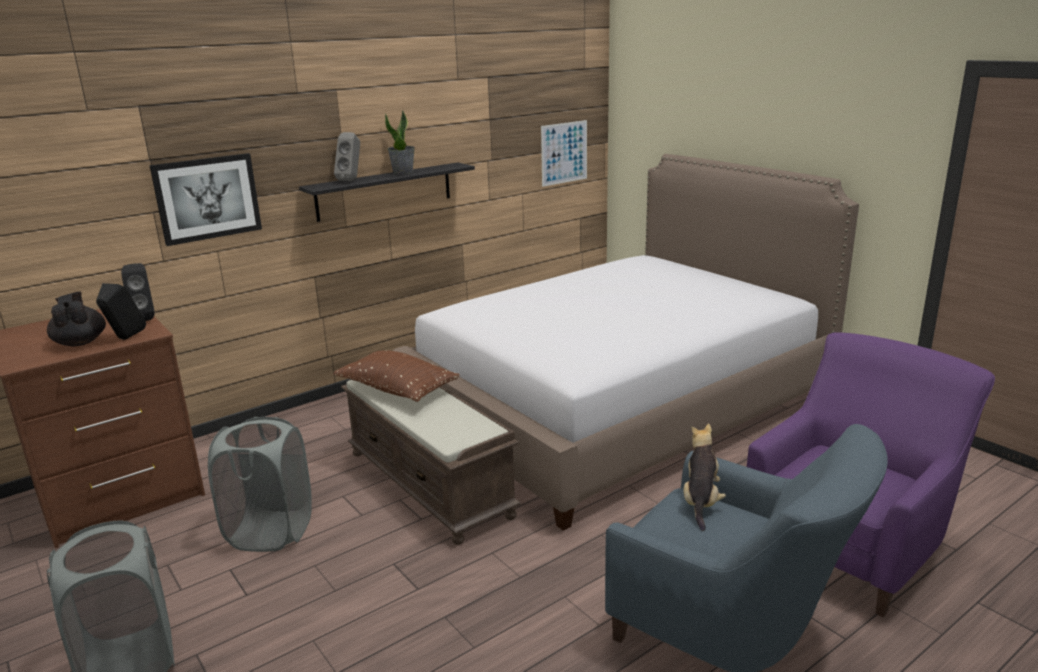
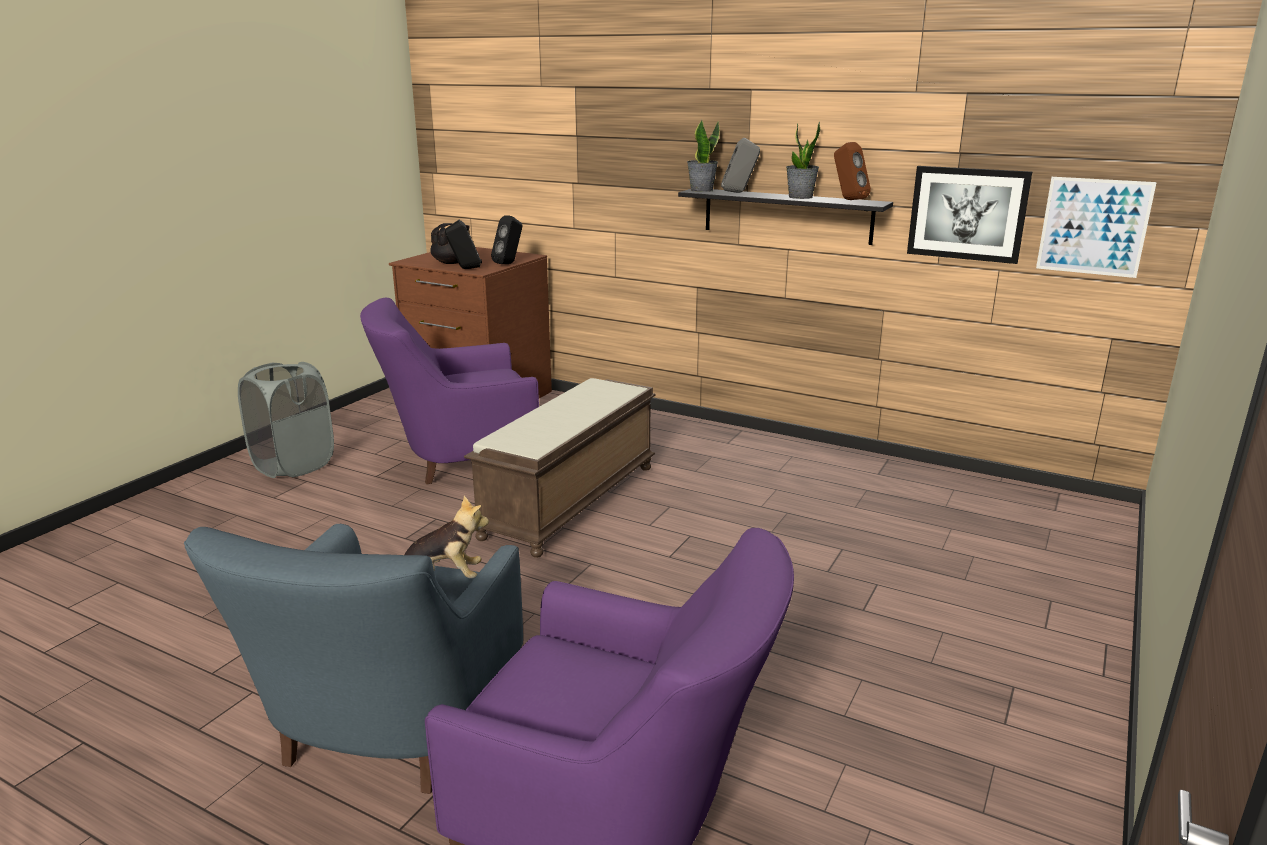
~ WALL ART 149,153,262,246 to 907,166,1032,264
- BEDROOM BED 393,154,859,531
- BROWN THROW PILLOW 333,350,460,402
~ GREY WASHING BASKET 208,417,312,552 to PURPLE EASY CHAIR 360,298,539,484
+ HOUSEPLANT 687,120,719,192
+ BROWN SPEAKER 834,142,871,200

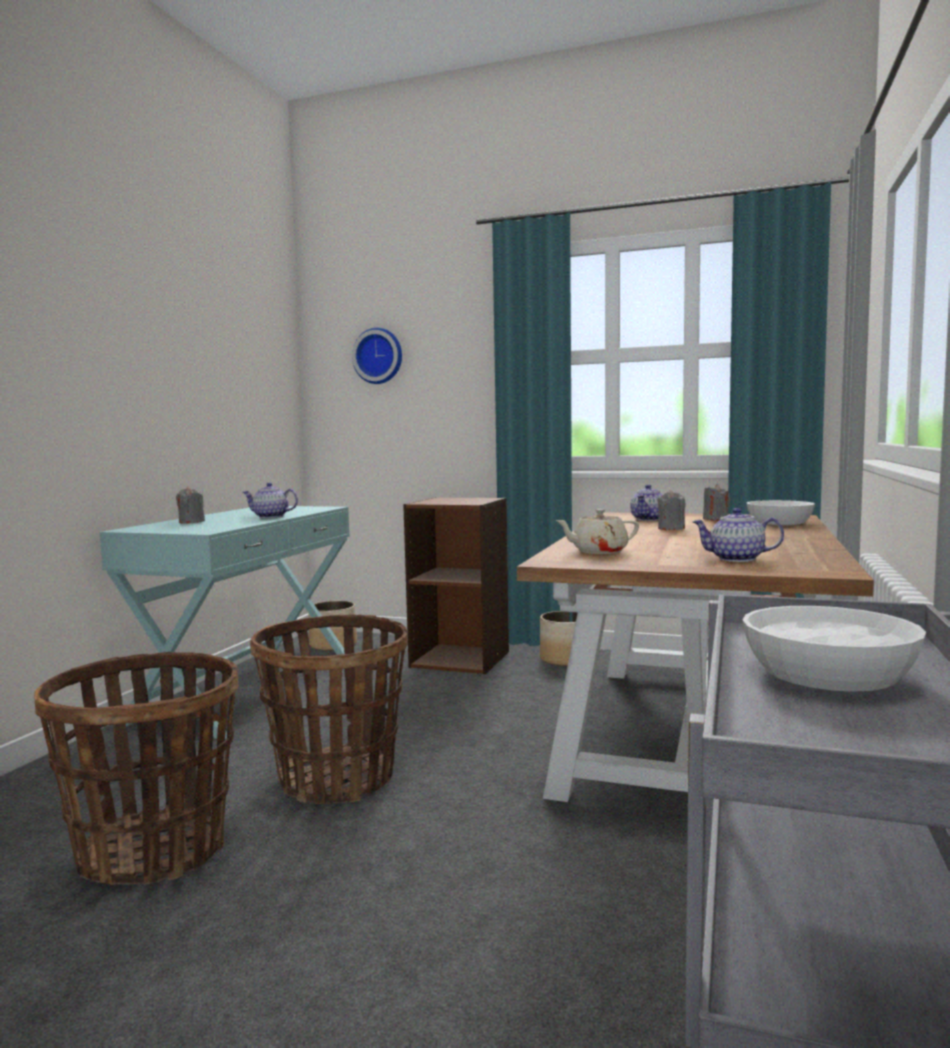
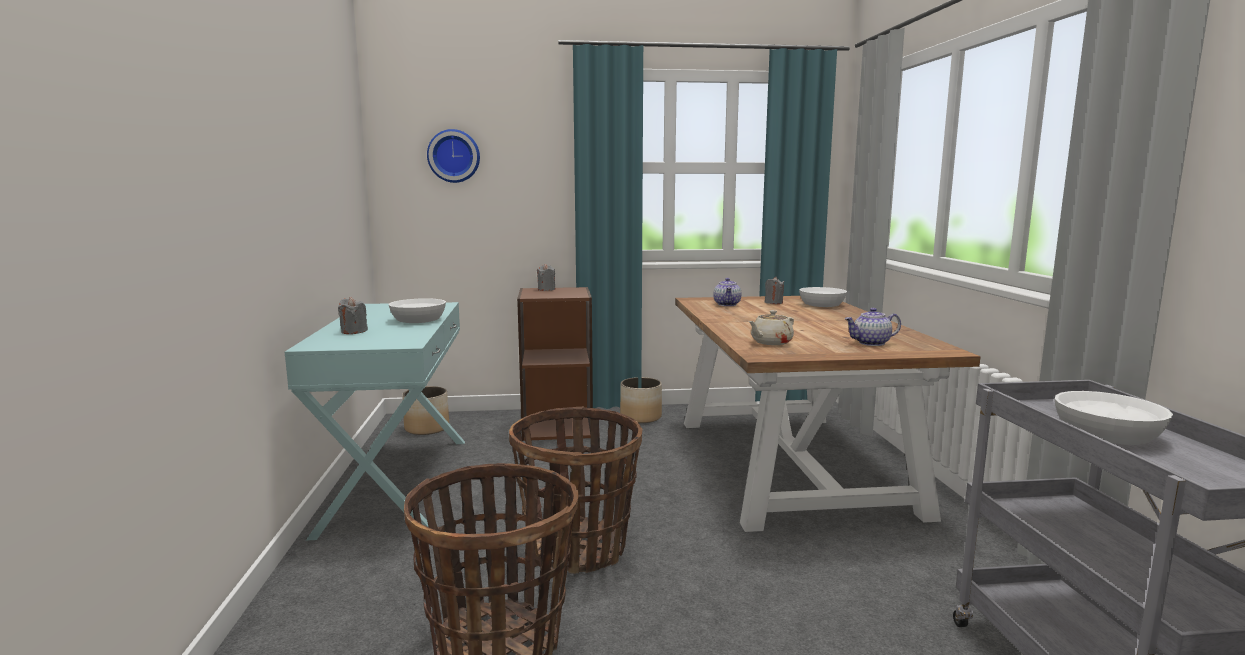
~ TEAPOT 243,483,298,518 to WHITE-COLOURED BOWL 389,298,446,323
~ GREY WAX CANDLE 658,490,686,530 to 537,264,555,291

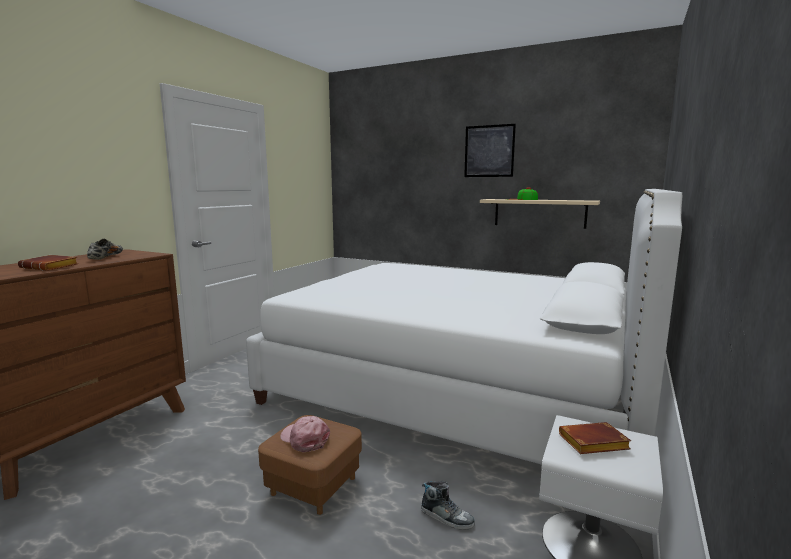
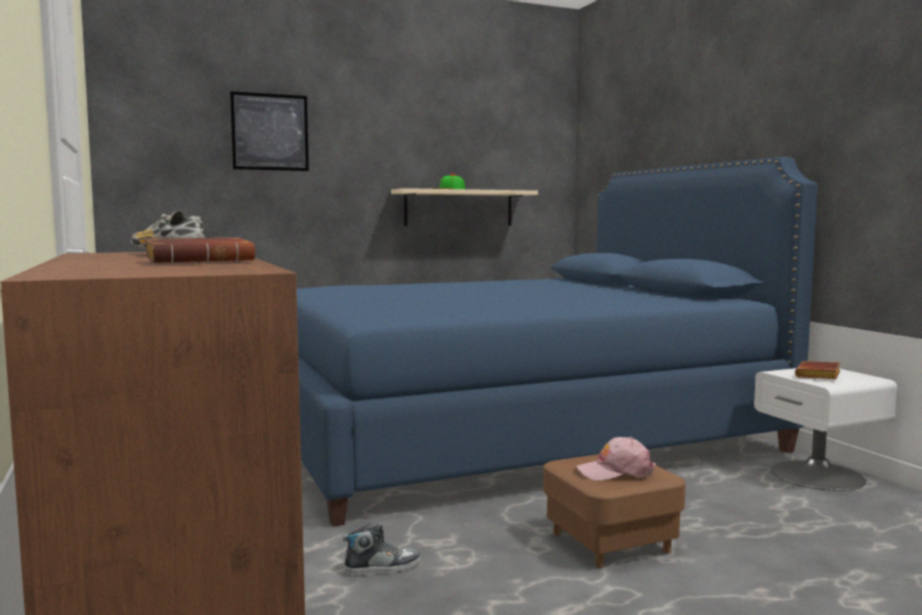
~ WALL ART 464,124,516,177 to 230,91,309,171
~ WHITE-COLOURED BEDROOM BED 246,189,682,465 to BLUE BEDROOM BED 296,157,818,527
~ LOW SHOE 421,481,475,530 to 343,522,421,577

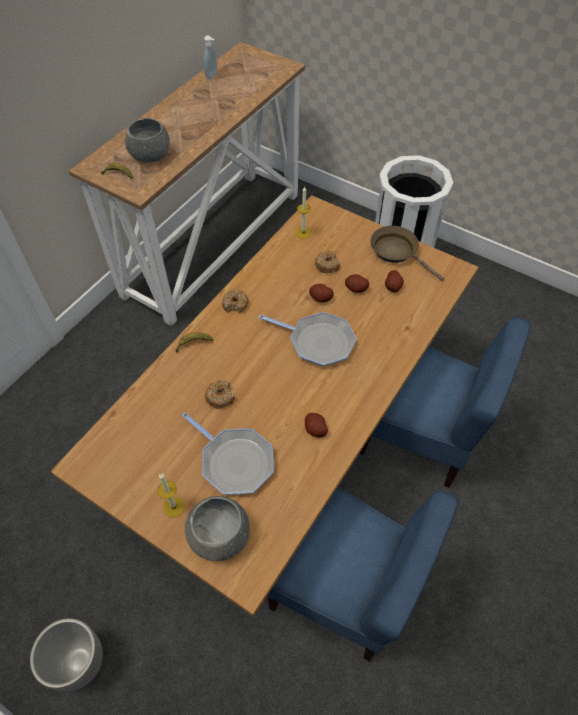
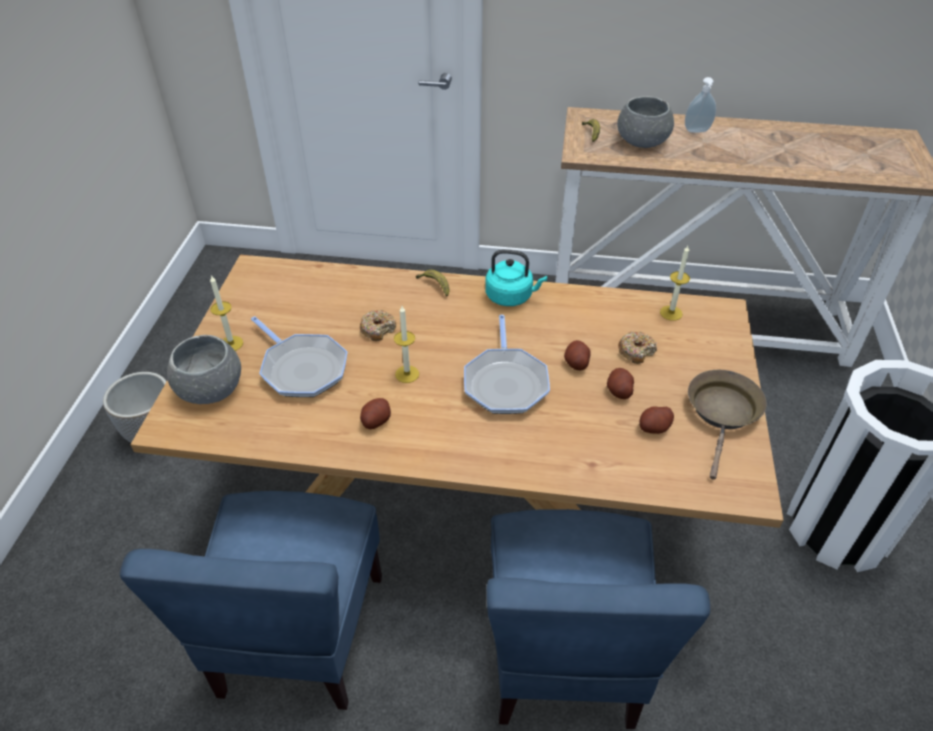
~ SOAP DISPENSER 203,36,217,79 to 685,77,716,133
~ RING DOUGHNUT 222,289,249,313 to BLUE-GREEN WATER KETTLE 485,249,547,306
~ PAN 182,412,273,495 = 251,316,348,397 60 degrees counterclockwise
+ WAX CANDLE 394,306,419,383

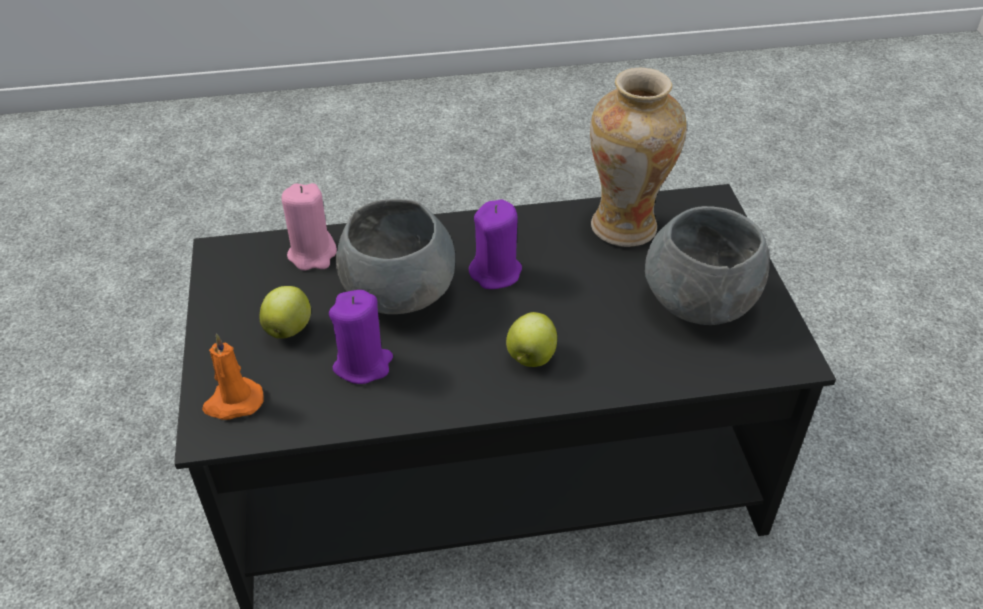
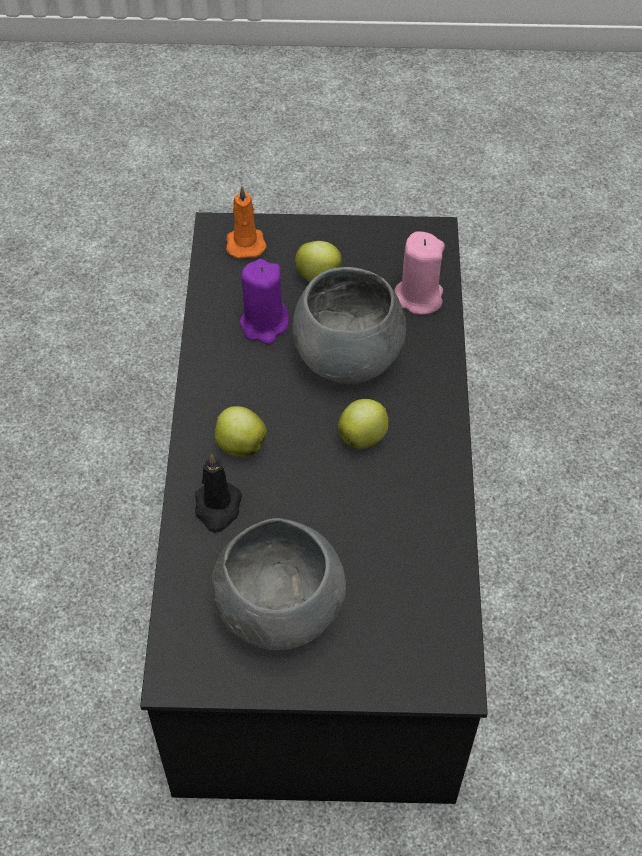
- DECORATIVE VASE 590,68,687,247
~ PURPLE WAX CANDLE 469,199,522,289 to APPLE 337,399,389,449
+ BLACKISH WAX CANDLE 195,454,242,533

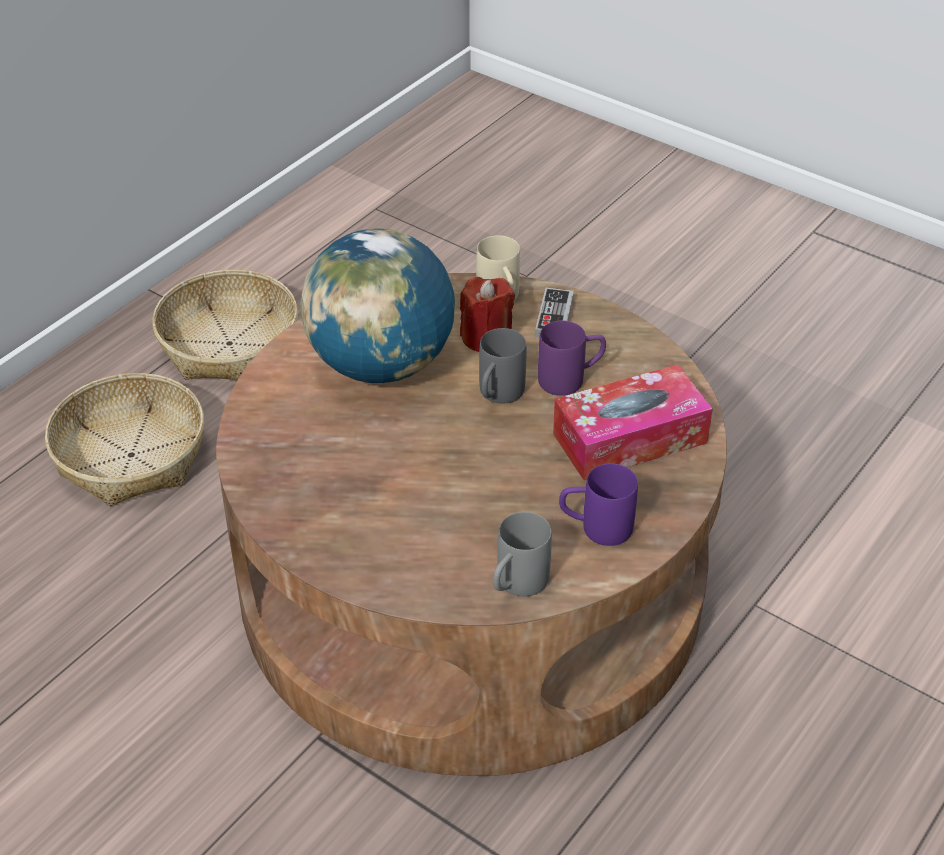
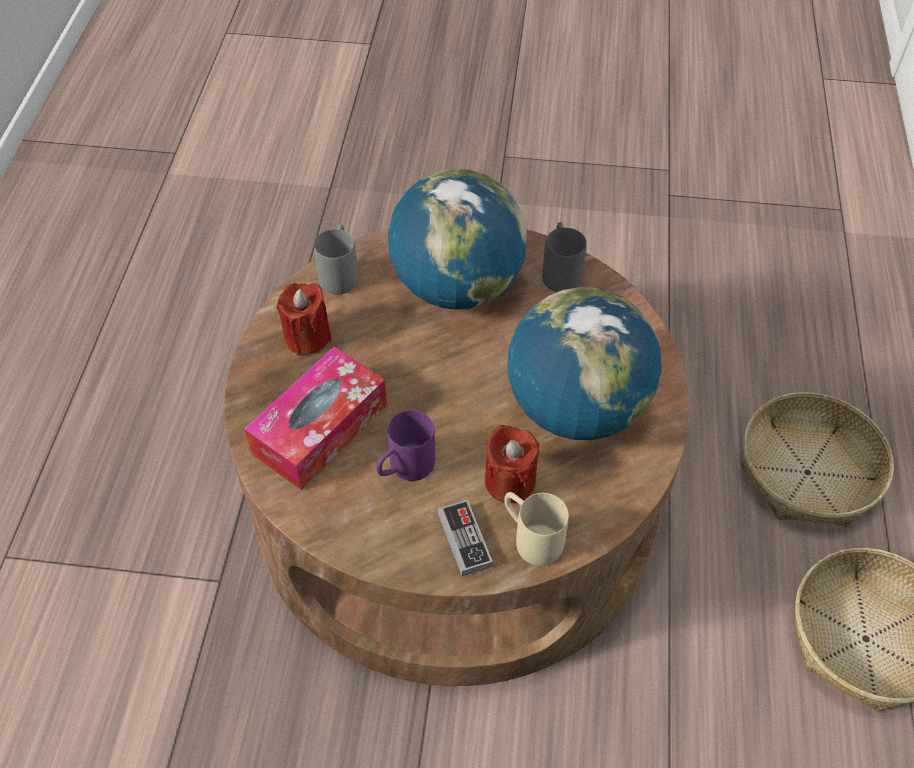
~ GREY COFFEE MUG 479,328,526,404 to 542,222,587,292
~ PURPLE COFFEE MUG 559,463,638,546 to REDDISH WAX CANDLE 277,283,332,356
+ WORLD GLOBE 388,169,527,310

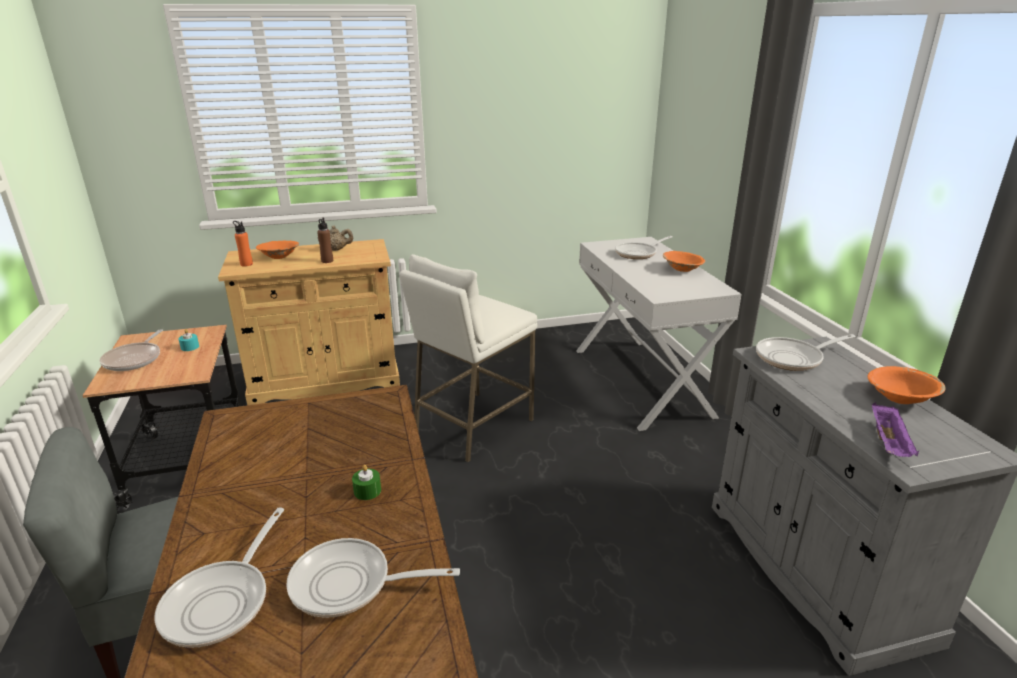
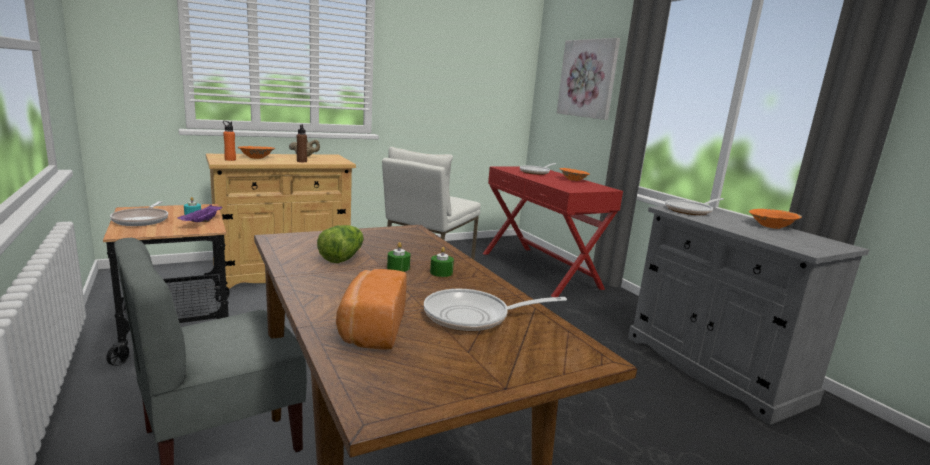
~ WHITE-COLOURED NARROW TABLE 576,237,742,431 to REDDISH NARROW TABLE 483,166,623,297
~ PURPLE SERVING TRAY 872,403,919,457 to 177,204,223,222
~ PAN 154,507,284,648 to BAKERY BREAD 336,269,406,350
+ WALL ART 557,38,620,120
+ HEAD OF LETTUCE 317,225,364,263
+ GREEN-COLOURED WAX CANDLE 387,242,410,272

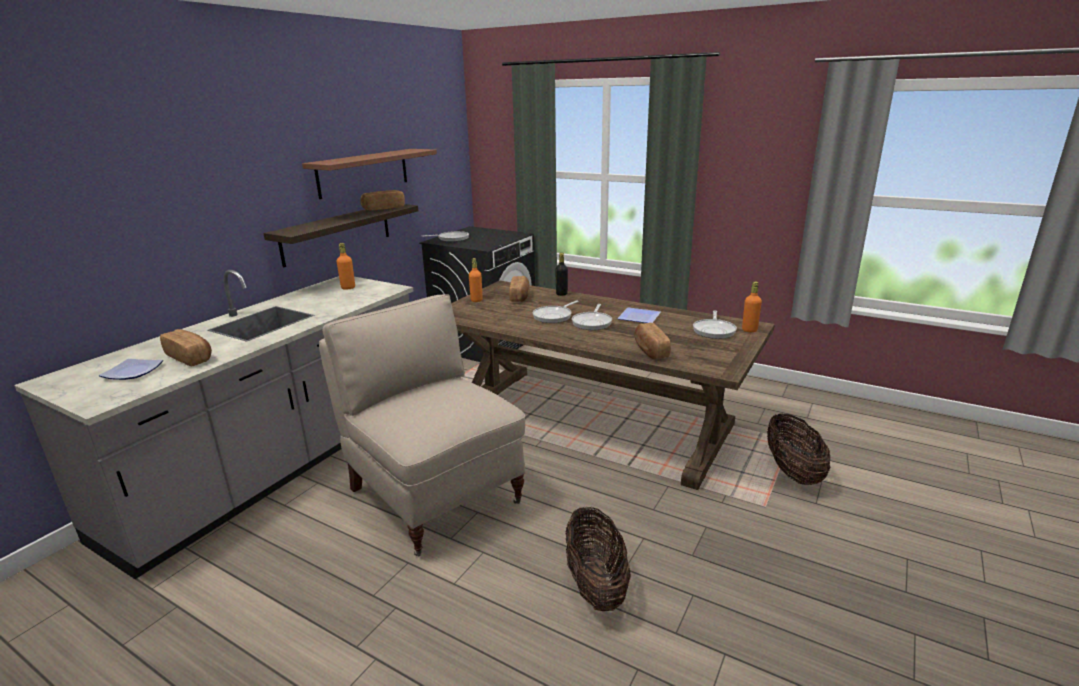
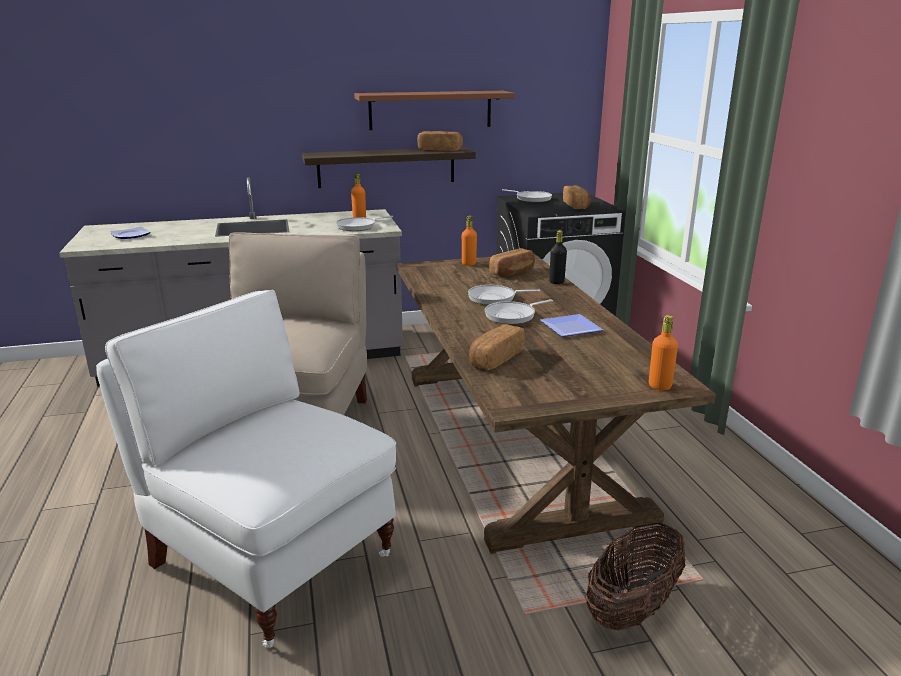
~ PAN 693,310,737,339 to 336,216,393,231
~ BAKERY BREAD 160,329,212,366 to 563,185,591,209
~ STORAGE BASKET 565,506,631,611 to WHITE-COLOURED CHAIR 96,290,396,648

